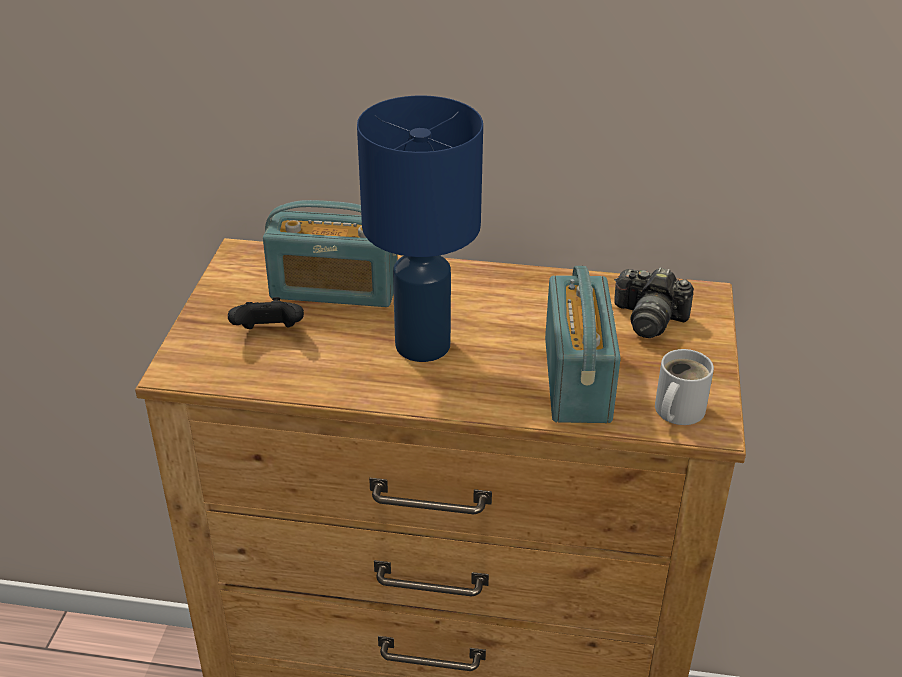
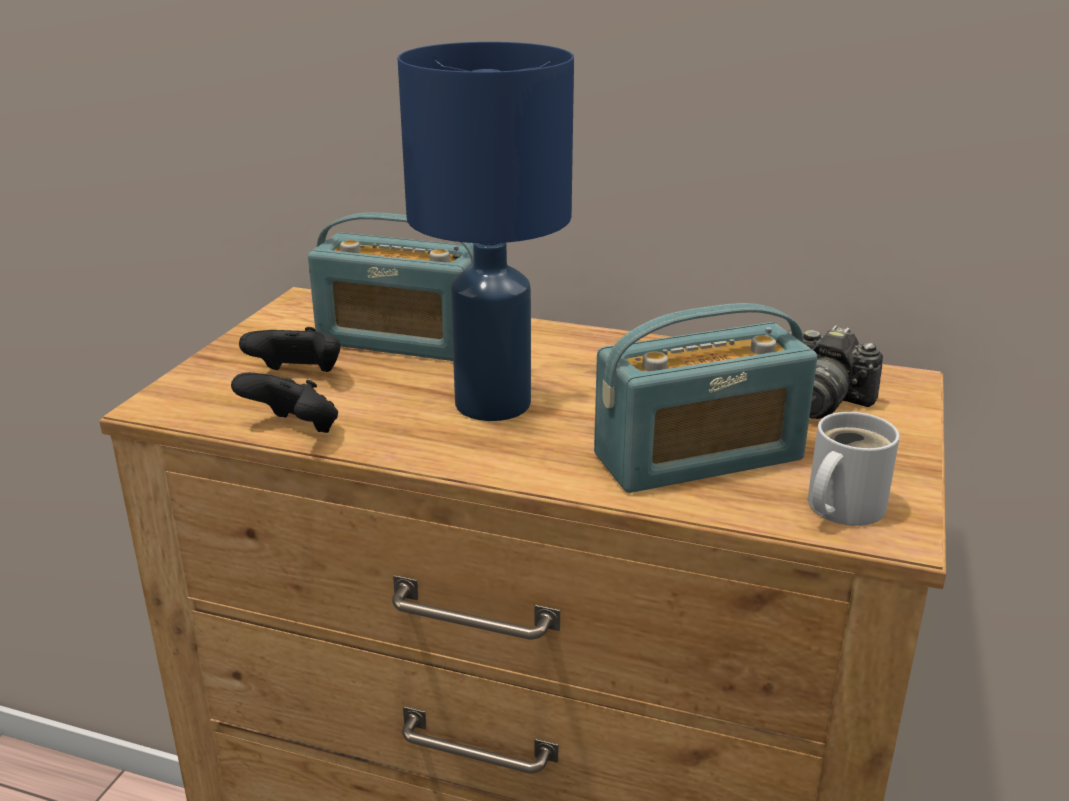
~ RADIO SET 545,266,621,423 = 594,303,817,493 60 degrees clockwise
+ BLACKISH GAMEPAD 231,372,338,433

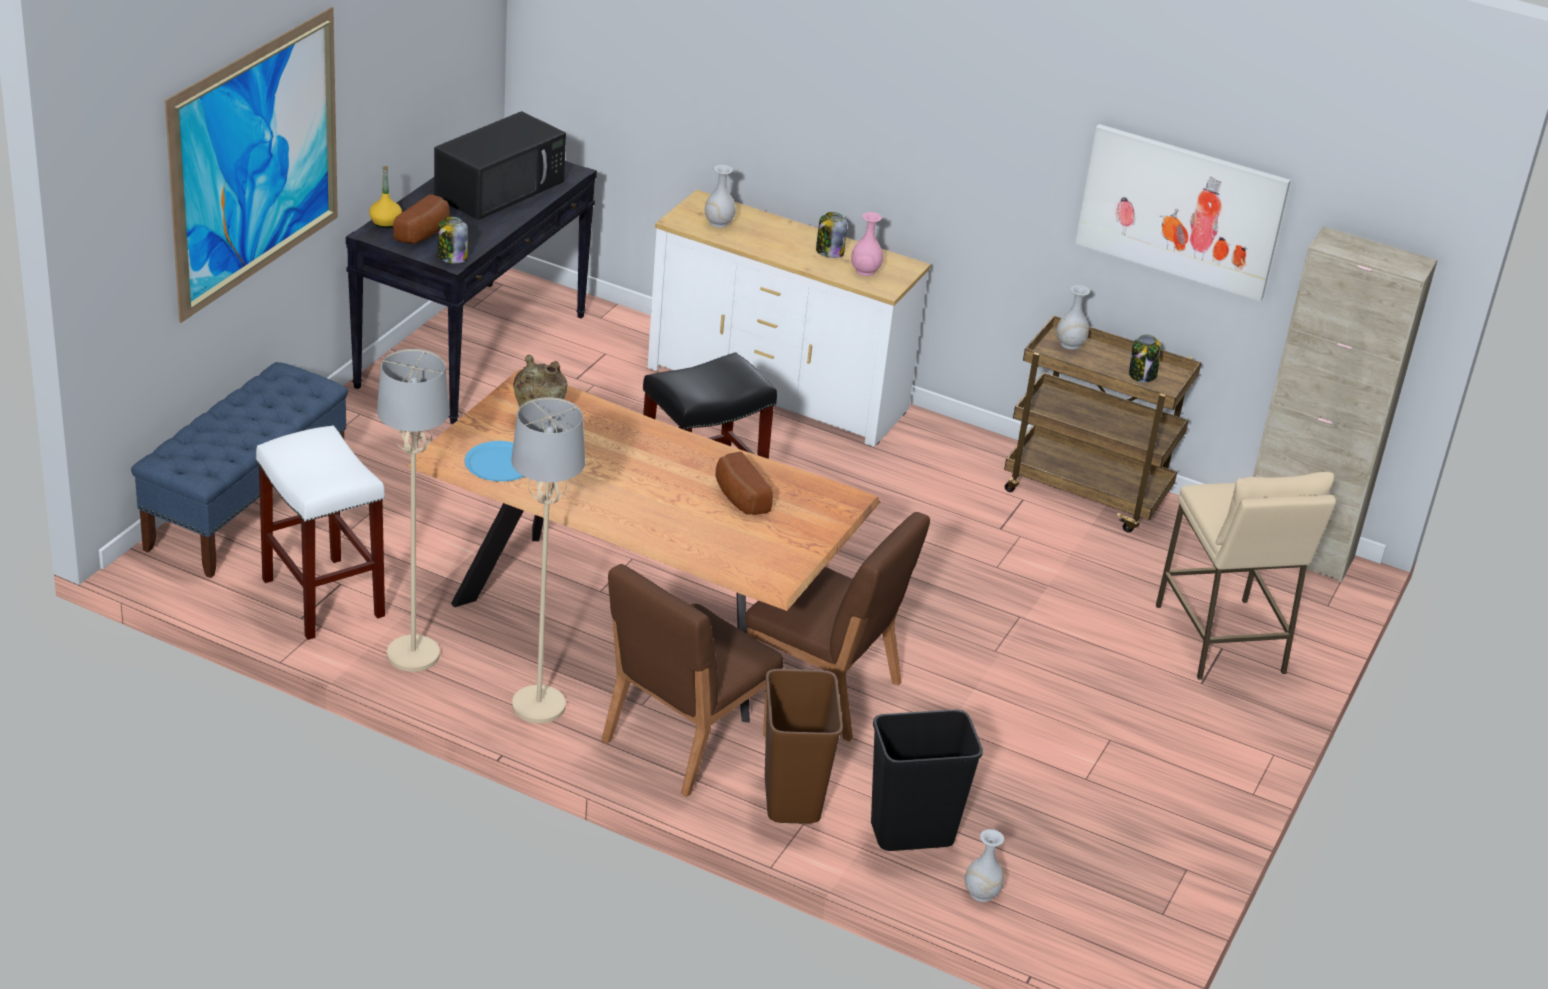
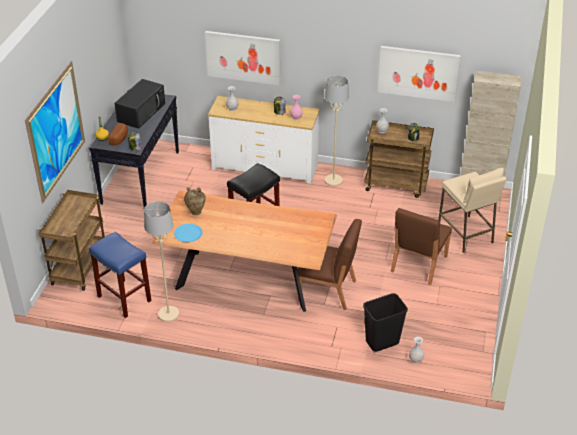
~ BLUE BENCH 131,362,348,578 to BROWN WHEELED CART 39,190,105,291
~ BEIGE FLOOR LAMP 511,397,585,723 to 325,75,349,186
~ WHITE-COLOURED SITTING STOOL 256,425,385,640 to BLUE SITTING STOOL 89,232,151,318
- BAKERY BREAD 715,451,773,515
~ BROWN CHAIR 602,564,784,797 to 391,208,452,285
- BROWN RUBBISH BIN 765,669,843,824
+ WALL ART 205,31,280,85

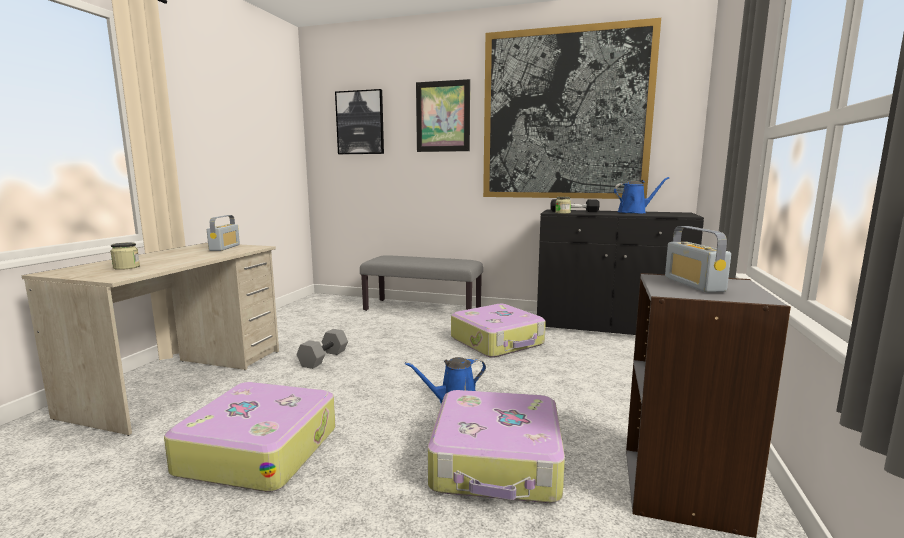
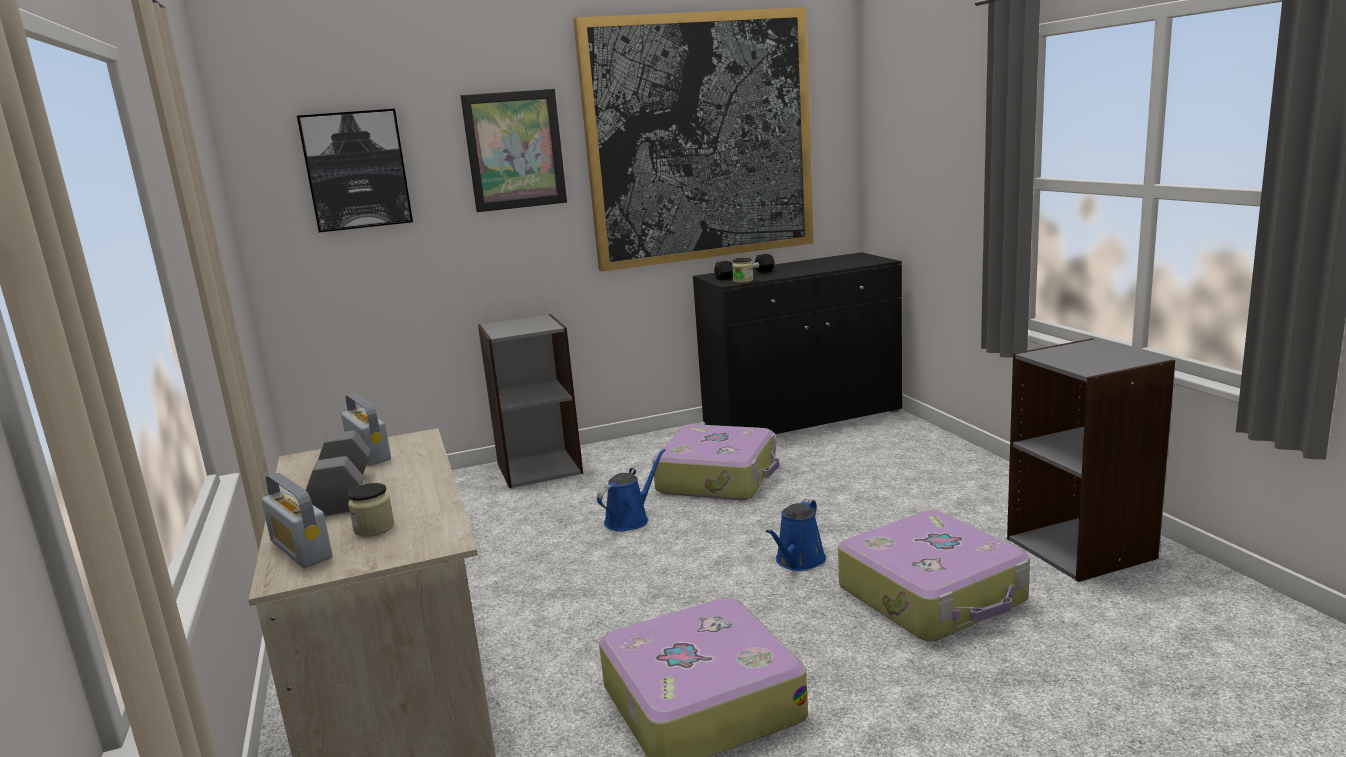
~ BLUE WATERING POT 614,177,669,213 to 597,449,665,531
~ RADIO SET 665,226,731,292 to 262,473,332,568
~ GREY BENCH 360,255,483,311 to GREY BOOKSHELF 478,314,583,489
~ GREY HAND WEIGHT 297,329,348,369 to 306,430,371,516

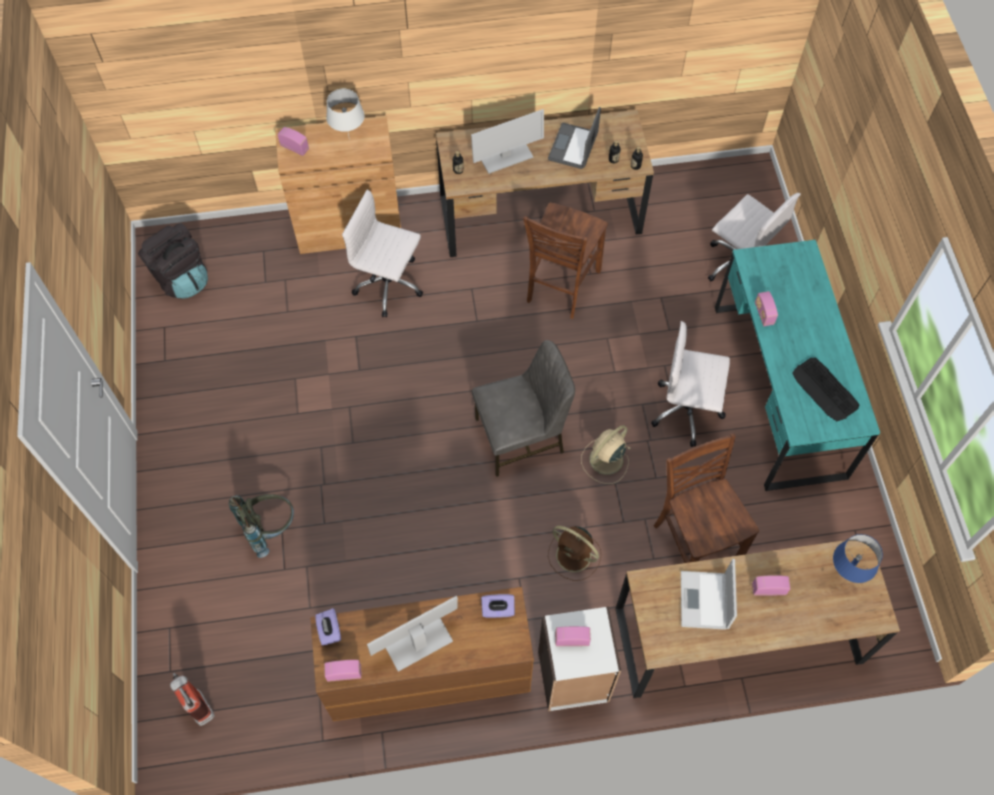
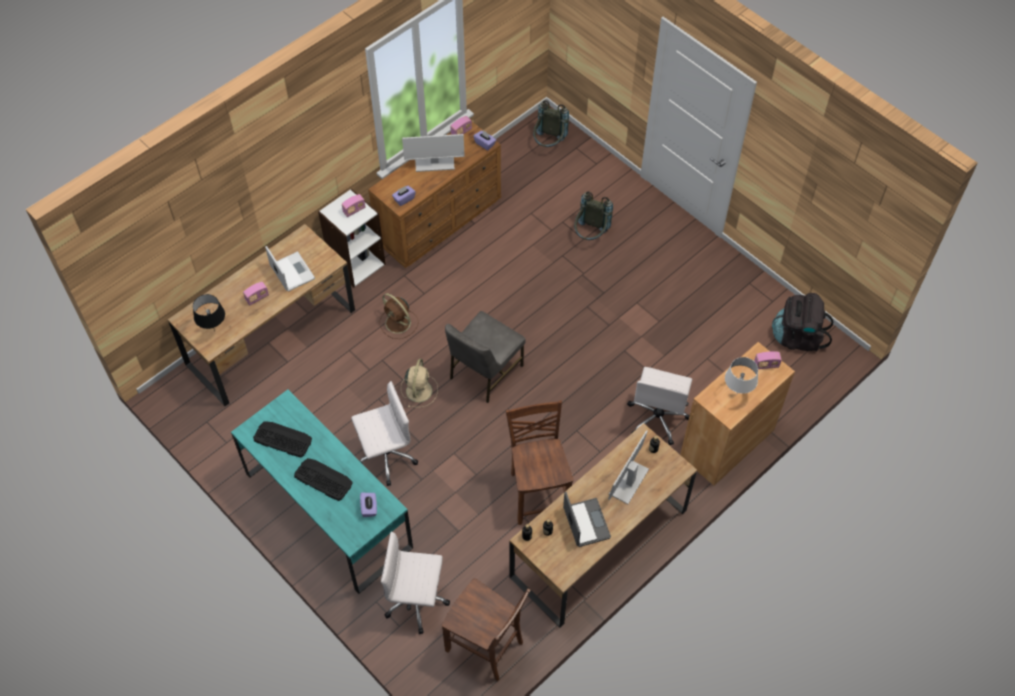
~ WHITE-COLOURED OFFICE CHAIR 342,190,423,317 = 627,367,692,445 120 degrees clockwise
- RADIO SET 755,291,778,326
~ BROWN CHAIR 654,433,759,563 to 442,578,531,681
~ BROWN ELECTRIC FAN 548,526,601,581 = 380,293,418,339 135 degrees counterclockwise
~ BLUE TABLETOP LAMP 833,534,883,583 to BLACKISH TABLETOP LAMP 193,294,225,331
~ COMPUTER SCREEN 367,596,458,672 = 402,134,465,172 60 degrees clockwise
~ FIRE-FIGHTING CYLINDER 170,673,214,726 to GREY KNAPSACK 533,100,569,147
+ COMPUTER KEYBOARD 294,458,353,501
+ PURPLE TISSUE HOLDER 360,493,377,517

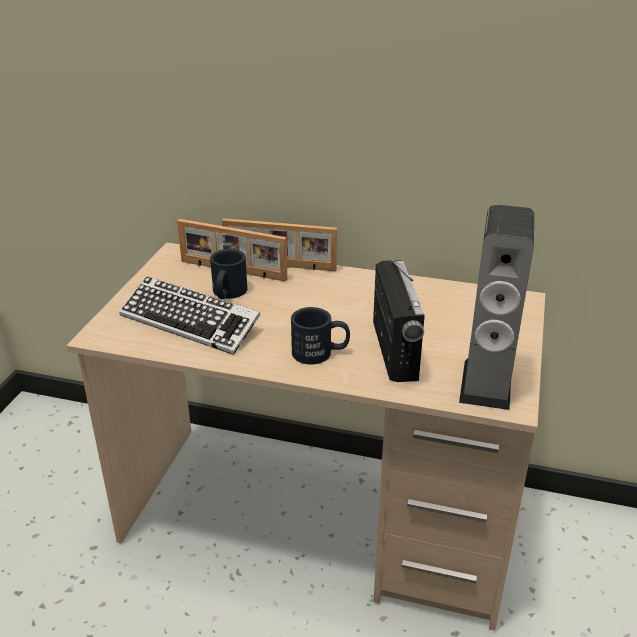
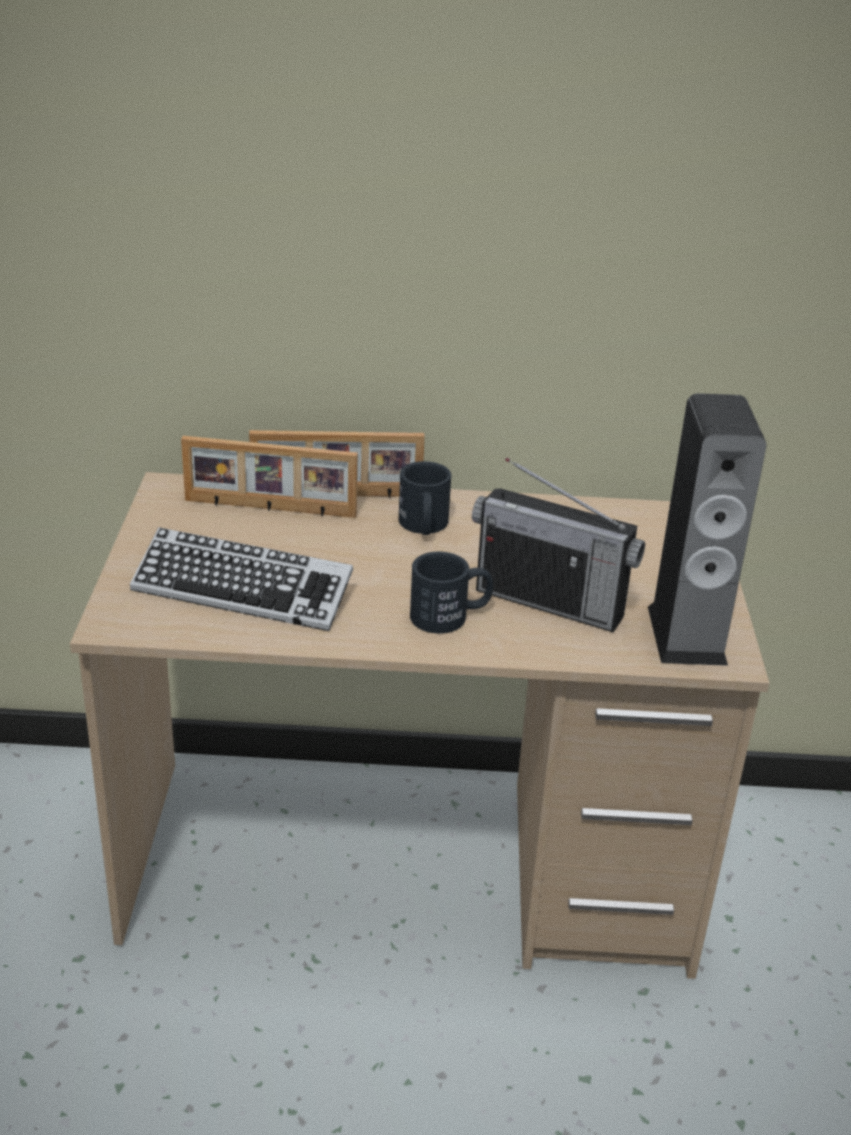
~ BLACKISH COFFEE MUG 210,249,247,299 to 399,461,451,535
~ RADIO SET 373,259,425,382 = 472,457,645,632 135 degrees clockwise

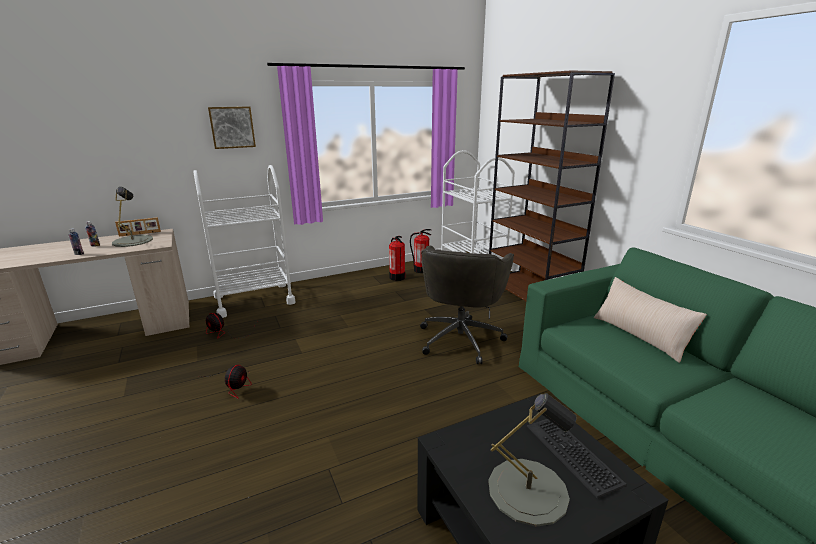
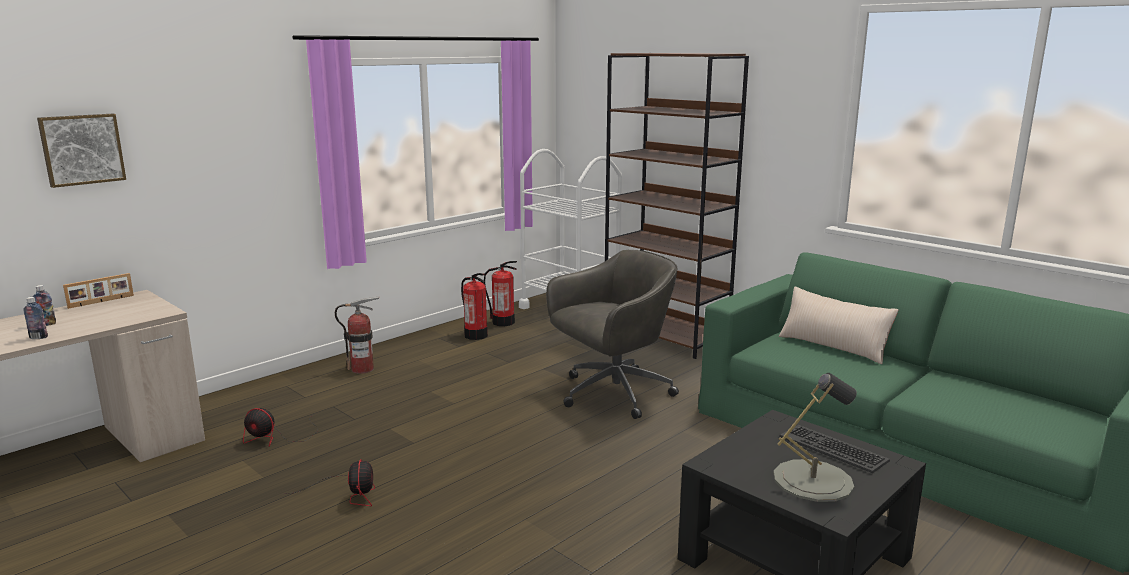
~ WALL ART 208,107,256,149 to 37,114,126,188
- WHITE-COLOURED WHEELED CART 193,165,295,318
- GREY TABLETOP LAMP 112,187,153,247
~ GREY OFFICE CHAIR 420,246,514,364 = 546,250,679,419 120 degrees counterclockwise
+ FIRE-FIGHTING CYLINDER 335,296,380,374

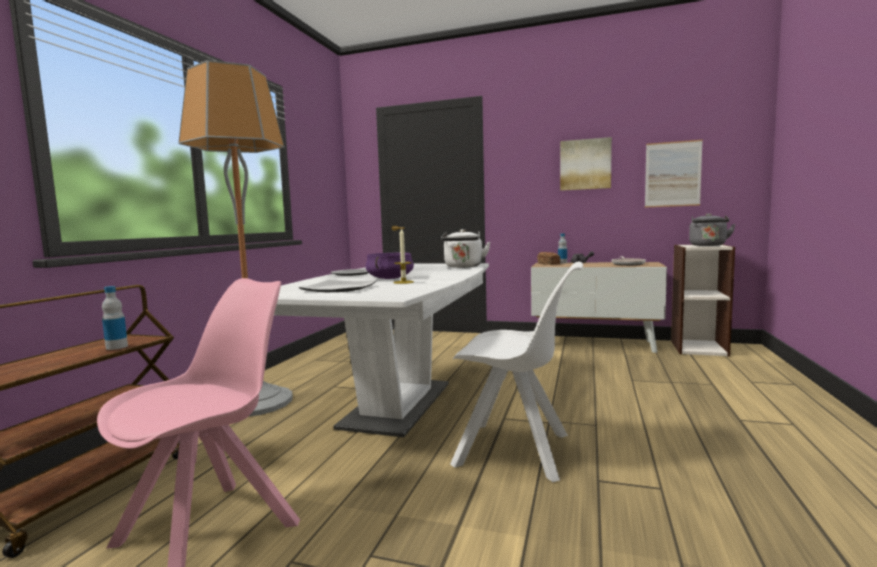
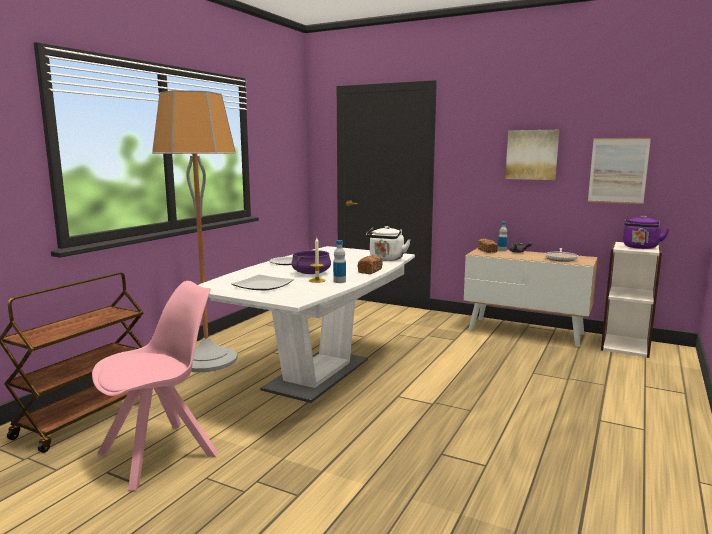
~ GREY WATER KETTLE 689,213,736,246 to PURPLE WATER KETTLE 623,216,669,249
- WHITE-COLOURED CHAIR 450,261,583,482
~ DRINK BOTTLE 102,286,128,350 to 333,240,346,283
+ BAKERY BREAD 358,256,383,274

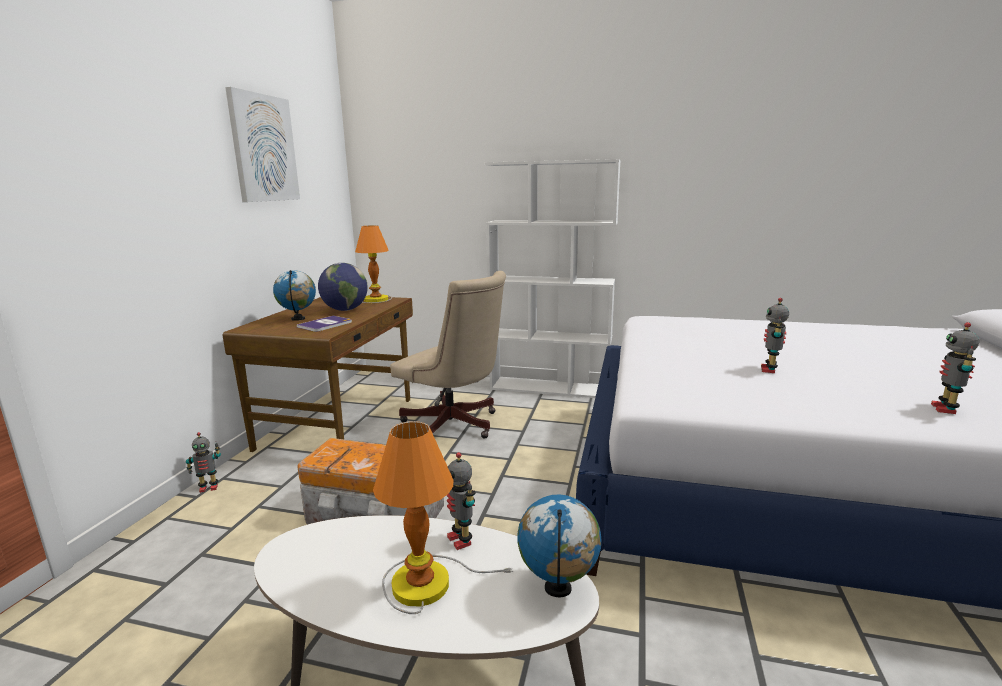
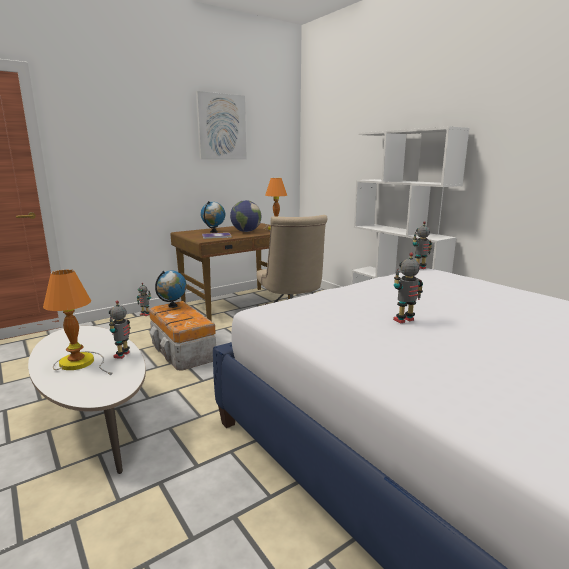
~ MODEL ROBOT 931,322,979,414 to 413,221,432,270
~ WORLD GLOBE 517,495,601,597 to 155,270,186,308

